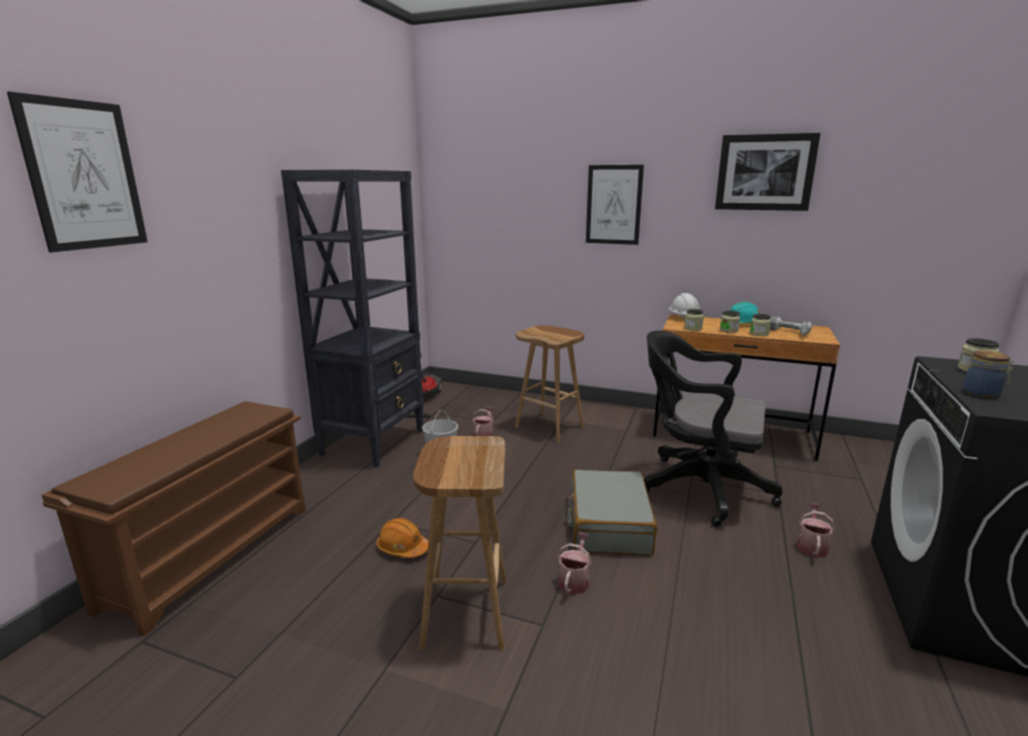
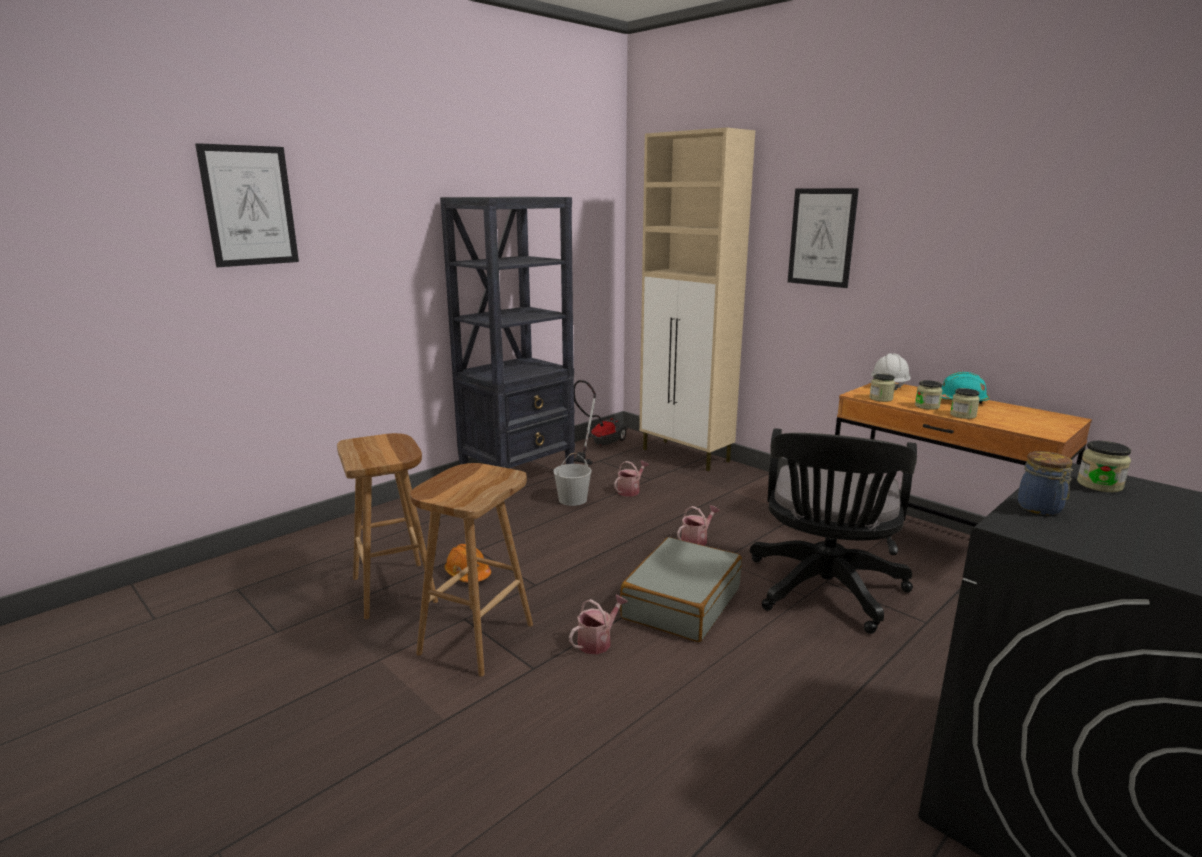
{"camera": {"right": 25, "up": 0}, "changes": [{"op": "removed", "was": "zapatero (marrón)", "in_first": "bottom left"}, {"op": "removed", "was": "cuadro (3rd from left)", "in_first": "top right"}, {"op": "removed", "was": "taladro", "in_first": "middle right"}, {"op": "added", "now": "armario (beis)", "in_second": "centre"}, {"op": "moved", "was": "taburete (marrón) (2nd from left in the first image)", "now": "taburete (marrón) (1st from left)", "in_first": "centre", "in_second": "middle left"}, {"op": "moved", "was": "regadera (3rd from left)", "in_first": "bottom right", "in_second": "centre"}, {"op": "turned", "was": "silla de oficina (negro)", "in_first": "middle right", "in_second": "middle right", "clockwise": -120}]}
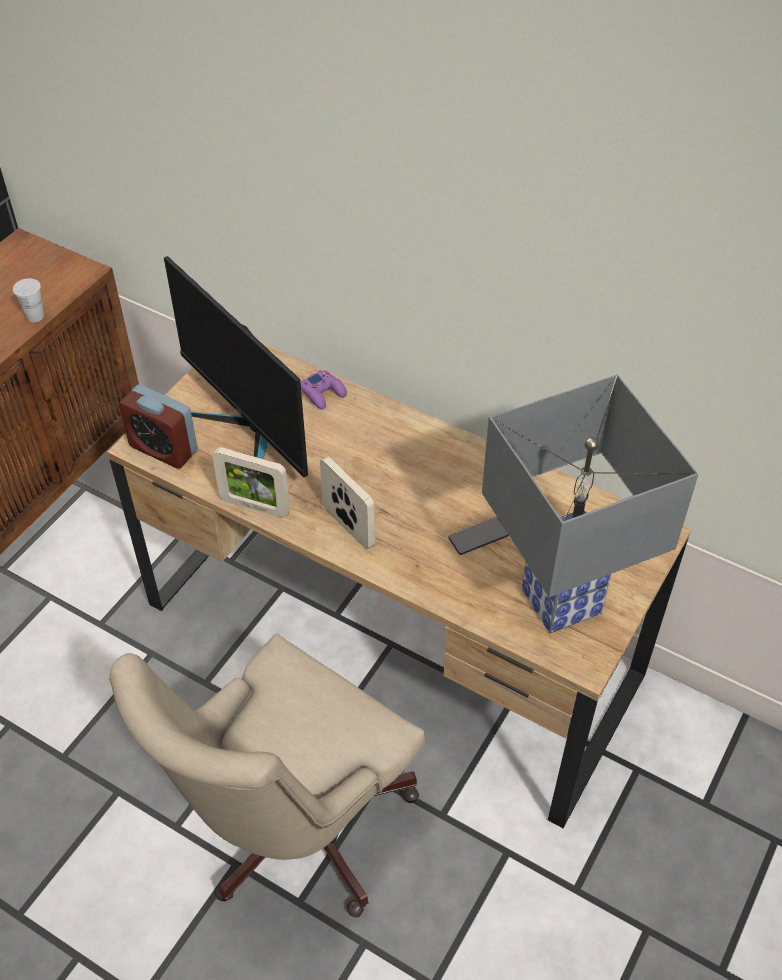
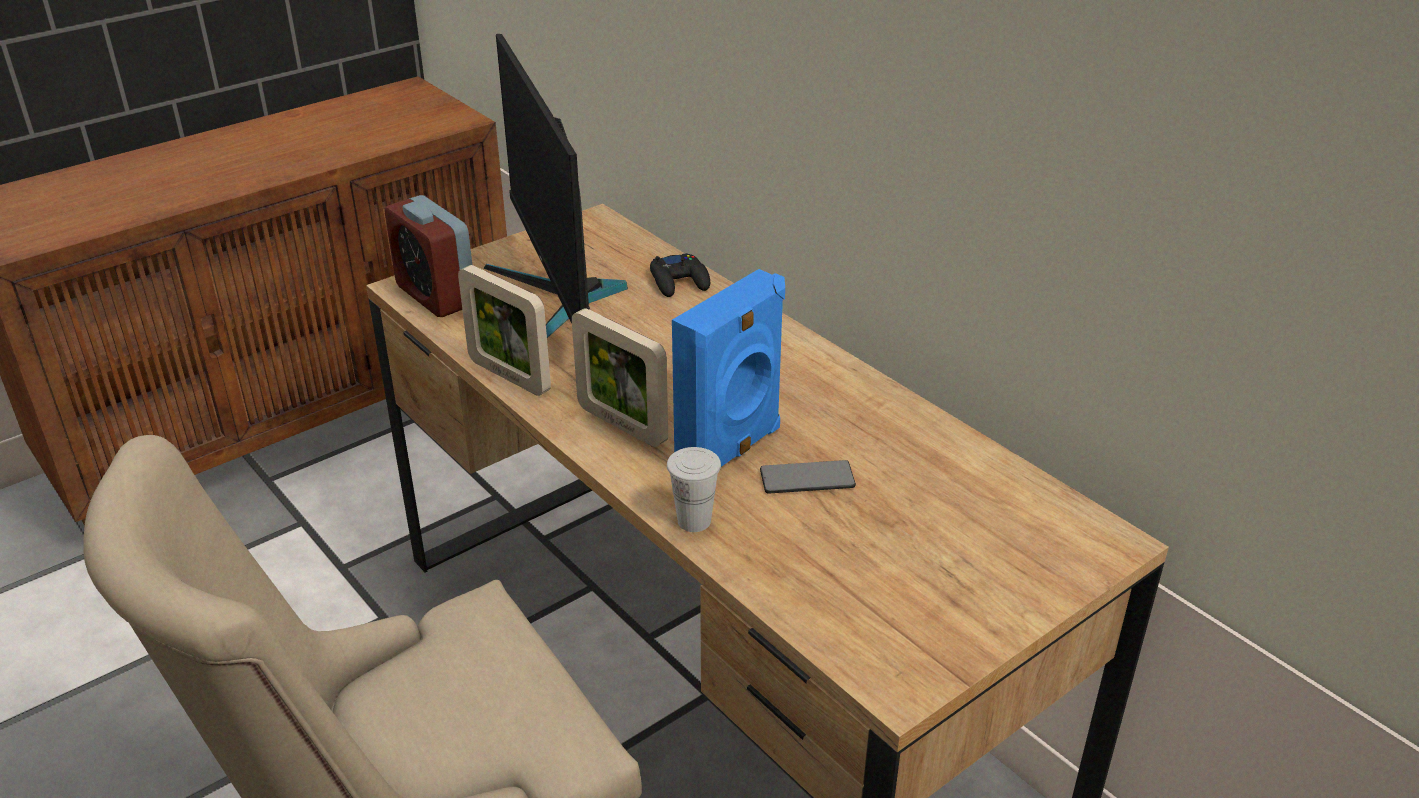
{"camera": {"right": 20, "up": -15}, "changes": [{"op": "removed", "was": "lámpara de mesa (gris)", "in_first": "middle right"}, {"op": "added", "now": "altavoz (azul)", "in_second": "centre"}, {"op": "moved", "was": "taza (blanco)", "in_first": "top left", "in_second": "centre"}, {"op": "recoloured", "was": "mando de consola (morado)", "now": "mando de consola (negro)", "in_first": "centre", "in_second": "centre"}, {"op": "turned", "was": "portarretratos (2nd from left)", "in_first": "centre", "in_second": "centre", "clockwise": 150}]}
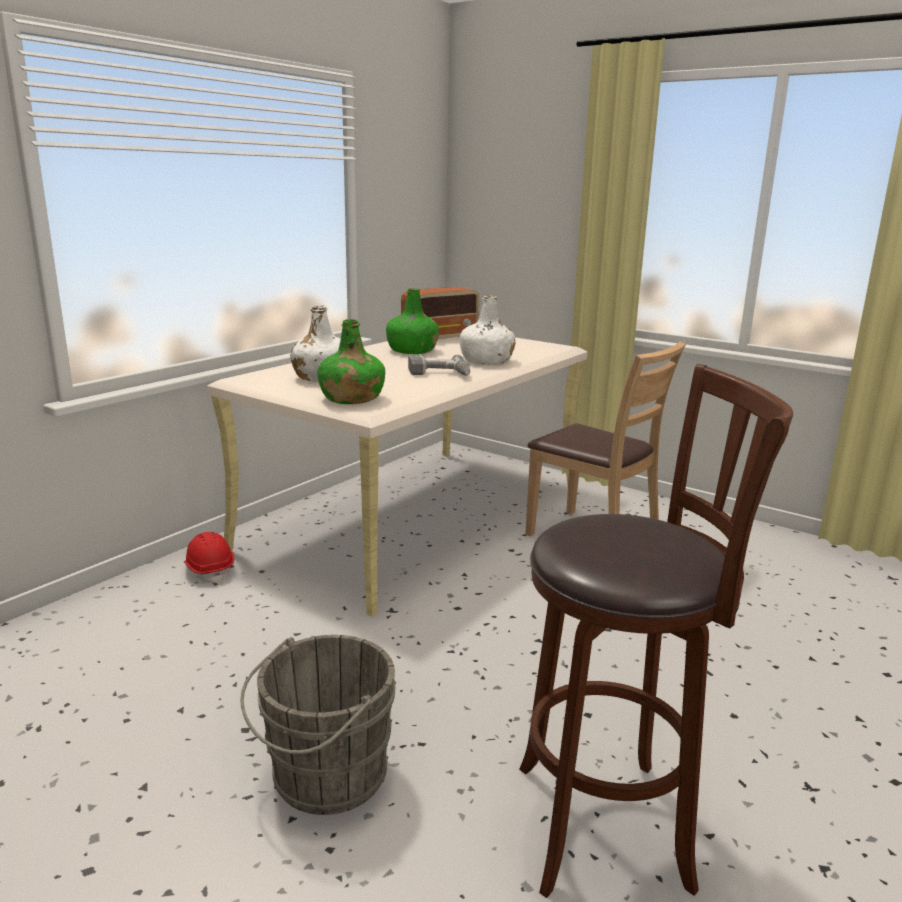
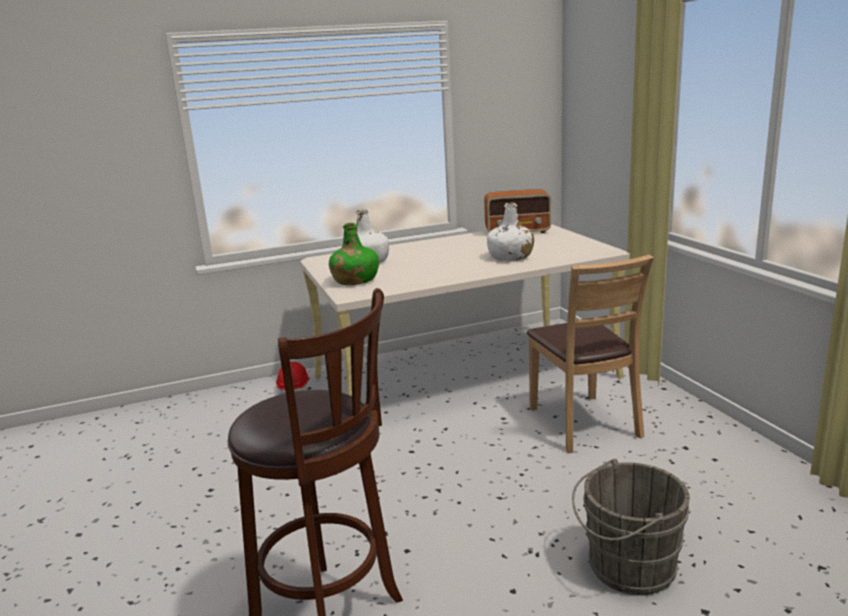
{"camera": {"right": 35, "up": 0}, "changes": [{"op": "removed", "was": "botella (verde) (2nd from left)", "in_first": "centre"}, {"op": "removed", "was": "taladro", "in_first": "centre"}, {"op": "moved", "was": "cubo (gris)", "in_first": "bottom centre", "in_second": "bottom right"}]}
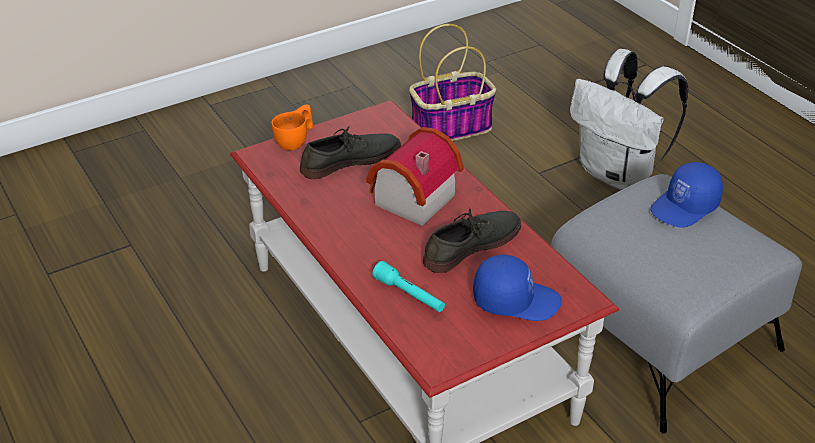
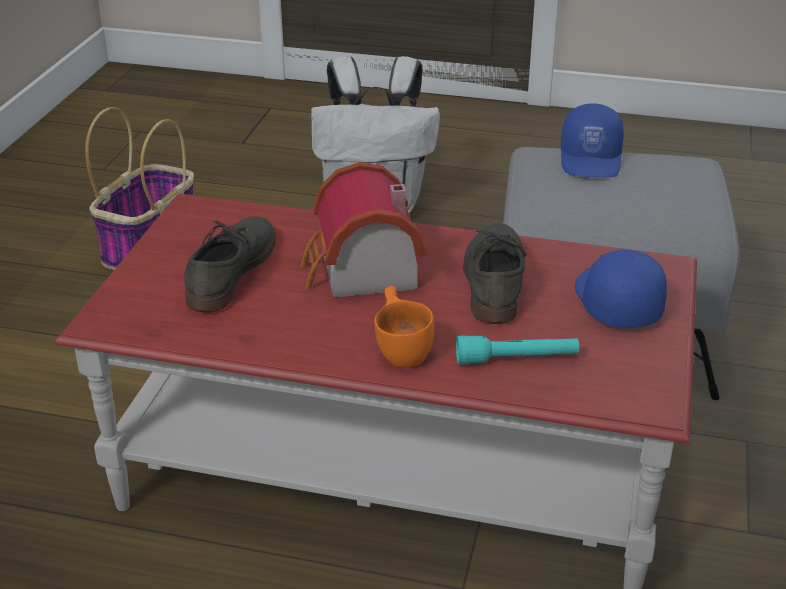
{"camera": {"right": -45, "up": -5}, "changes": [{"op": "moved", "was": "taza (naranja)", "in_first": "top centre", "in_second": "centre"}, {"op": "turned", "was": "gorra (azul) (1st from left in the first image)", "in_first": "centre", "in_second": "middle right", "clockwise": -60}]}
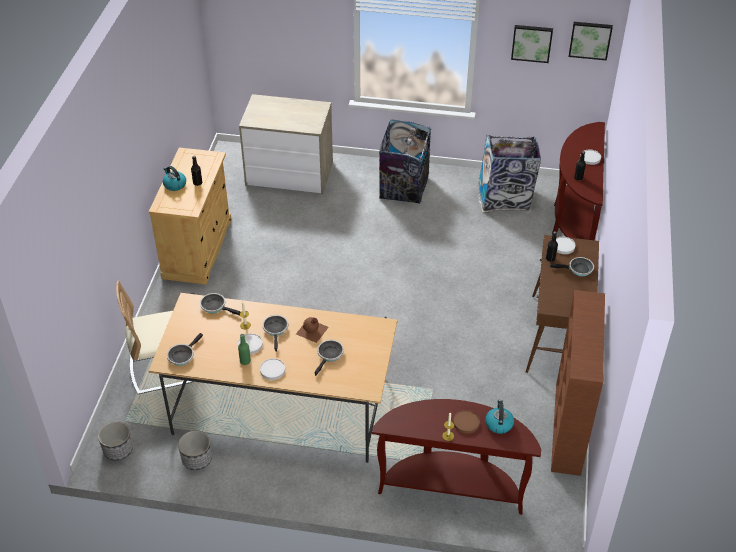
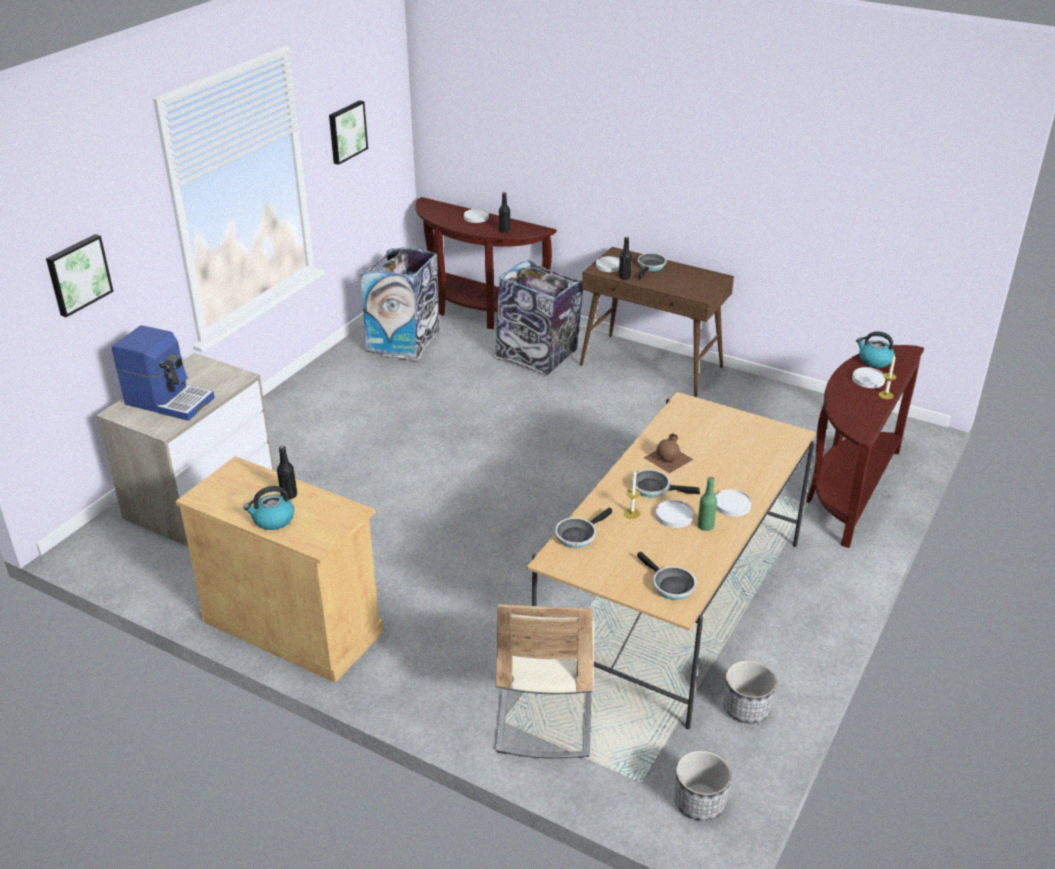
{"camera": {"right": -70, "up": -10}, "changes": [{"op": "removed", "was": "sartén (4th from left)", "in_first": "centre"}, {"op": "removed", "was": "estantería (marrón)", "in_first": "bottom right"}, {"op": "added", "now": "cafetera", "in_second": "middle left"}, {"op": "moved", "was": "papelera (1st from left in the first image)", "now": "papelera (2nd from left)", "in_first": "top centre", "in_second": "centre"}, {"op": "moved", "was": "cuadro (2nd from left in the first image)", "now": "cuadro (1st from left)", "in_first": "top right", "in_second": "top left"}, {"op": "recoloured", "was": "plato (marrón)", "now": "plato (blanco) (5th from left)", "in_first": "bottom centre", "in_second": "middle right"}]}
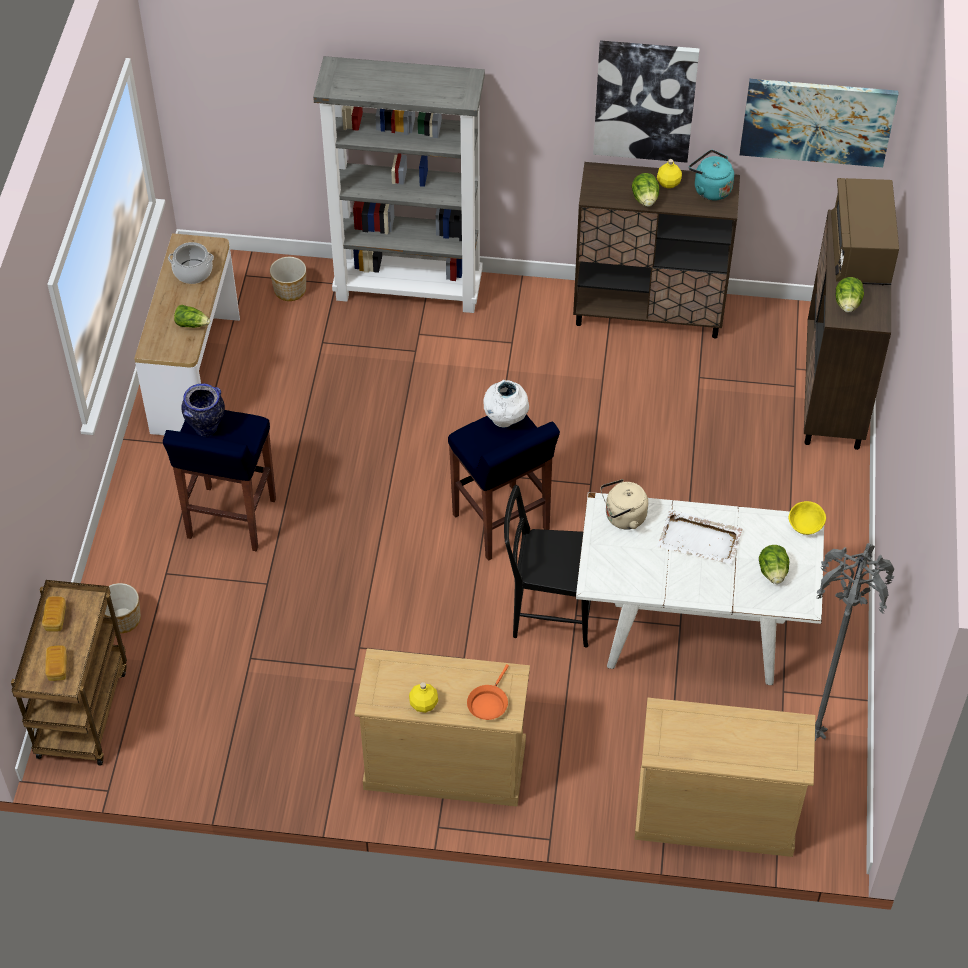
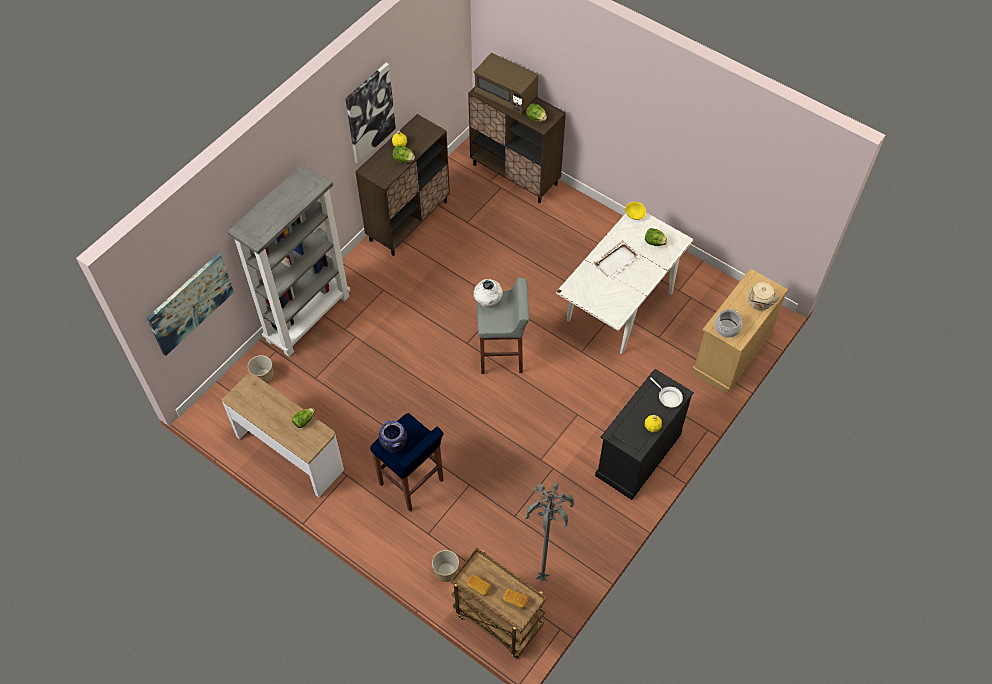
{"camera": {"right": -60, "up": 5}, "changes": [{"op": "removed", "was": "silla (negro)", "in_first": "centre"}, {"op": "removed", "was": "hervidor (turquesa)", "in_first": "top right"}, {"op": "moved", "was": "olla", "in_first": "top left", "in_second": "middle right"}, {"op": "moved", "was": "hervidor (beis)", "in_first": "centre", "in_second": "middle right"}, {"op": "moved", "was": "cuadro (2nd from left in the first image)", "now": "cuadro (1st from left)", "in_first": "top right", "in_second": "middle left"}, {"op": "moved", "was": "lámpara de pie (gris)", "in_first": "middle right", "in_second": "bottom centre"}, {"op": "recoloured", "was": "cómoda (beis) (1st from left)", "now": "cómoda (negro)", "in_first": "bottom centre", "in_second": "centre"}, {"op": "recoloured", "was": "taburete (azul) (2nd from left)", "now": "taburete (gris)", "in_first": "centre", "in_second": "centre"}, {"op": "recoloured", "was": "sartén (naranja)", "now": "sartén (blanco)", "in_first": "bottom centre", "in_second": "middle right"}]}
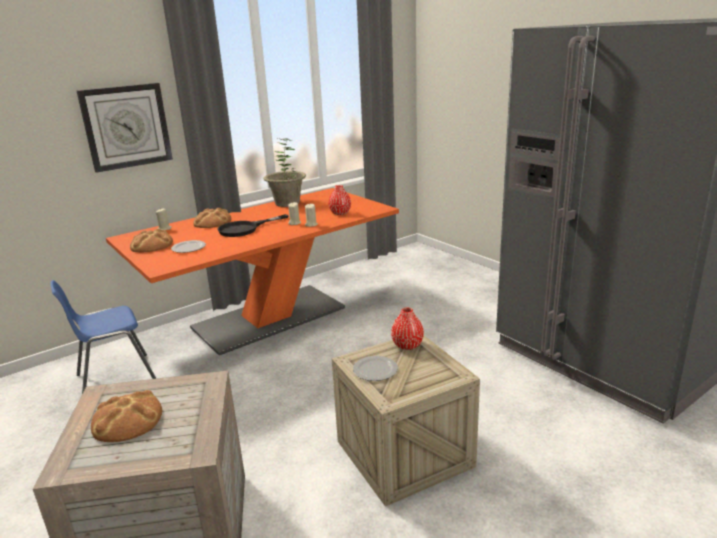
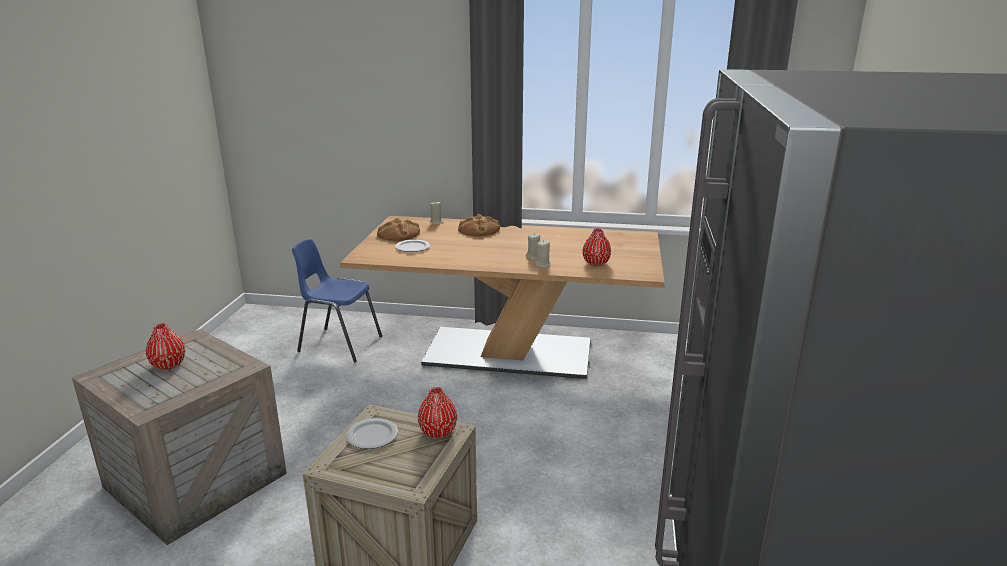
{"camera": {"right": 45, "up": 0}, "changes": [{"op": "removed", "was": "reloj de pared", "in_first": "top left"}, {"op": "removed", "was": "sartén (negro)", "in_first": "centre"}, {"op": "removed", "was": "planta en maceta", "in_first": "top centre"}, {"op": "replaced", "was": "pan (1st from left)", "now": "florero (rojo) (1st from left)", "in_first": "bottom left", "in_second": "middle left"}, {"op": "recoloured", "was": "mesa de comedor (naranja)", "now": "mesa de comedor (beis)", "in_first": "centre", "in_second": "centre"}]}
